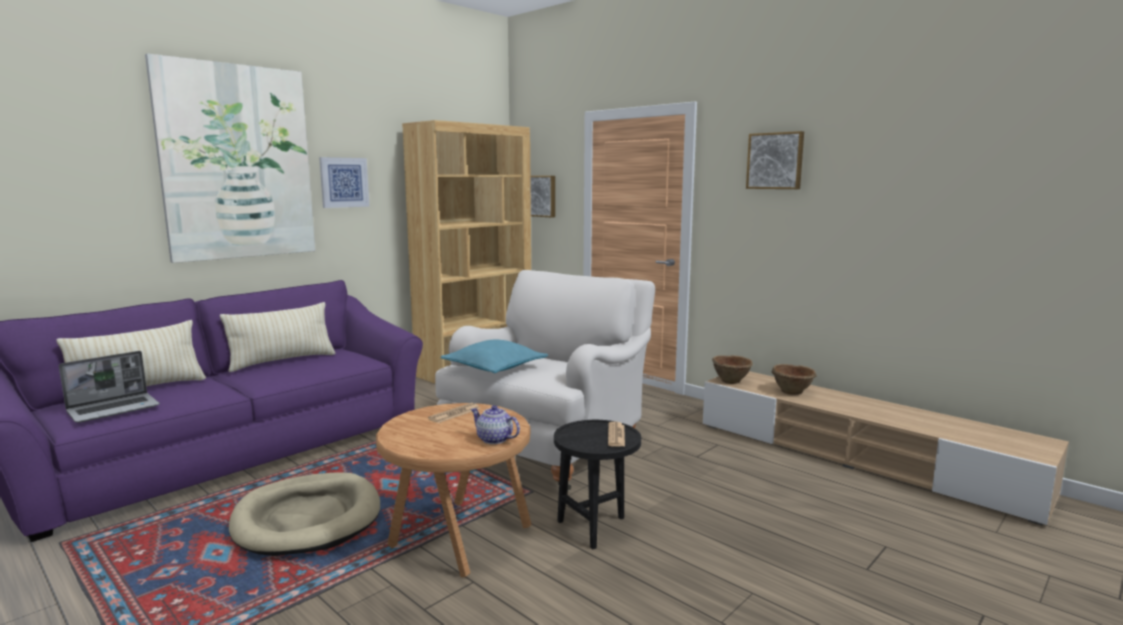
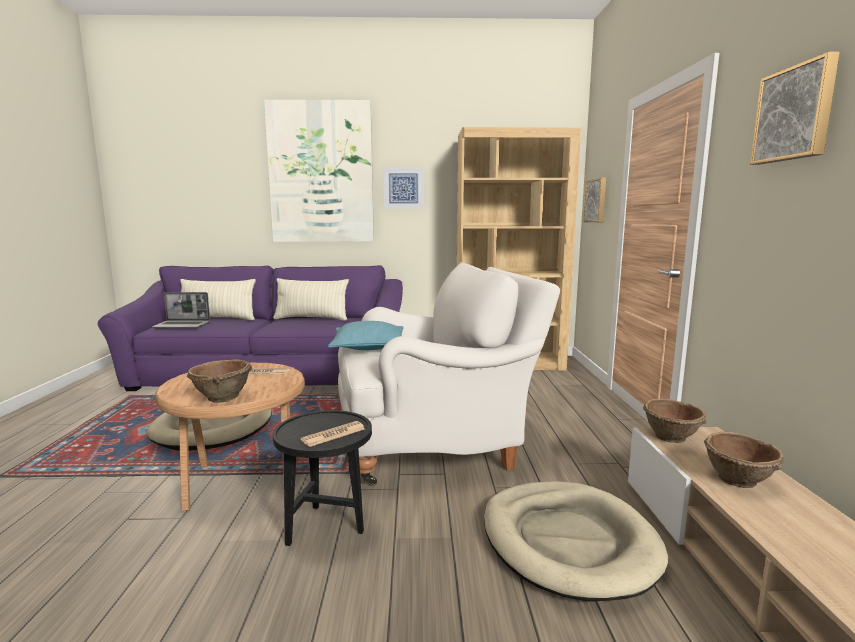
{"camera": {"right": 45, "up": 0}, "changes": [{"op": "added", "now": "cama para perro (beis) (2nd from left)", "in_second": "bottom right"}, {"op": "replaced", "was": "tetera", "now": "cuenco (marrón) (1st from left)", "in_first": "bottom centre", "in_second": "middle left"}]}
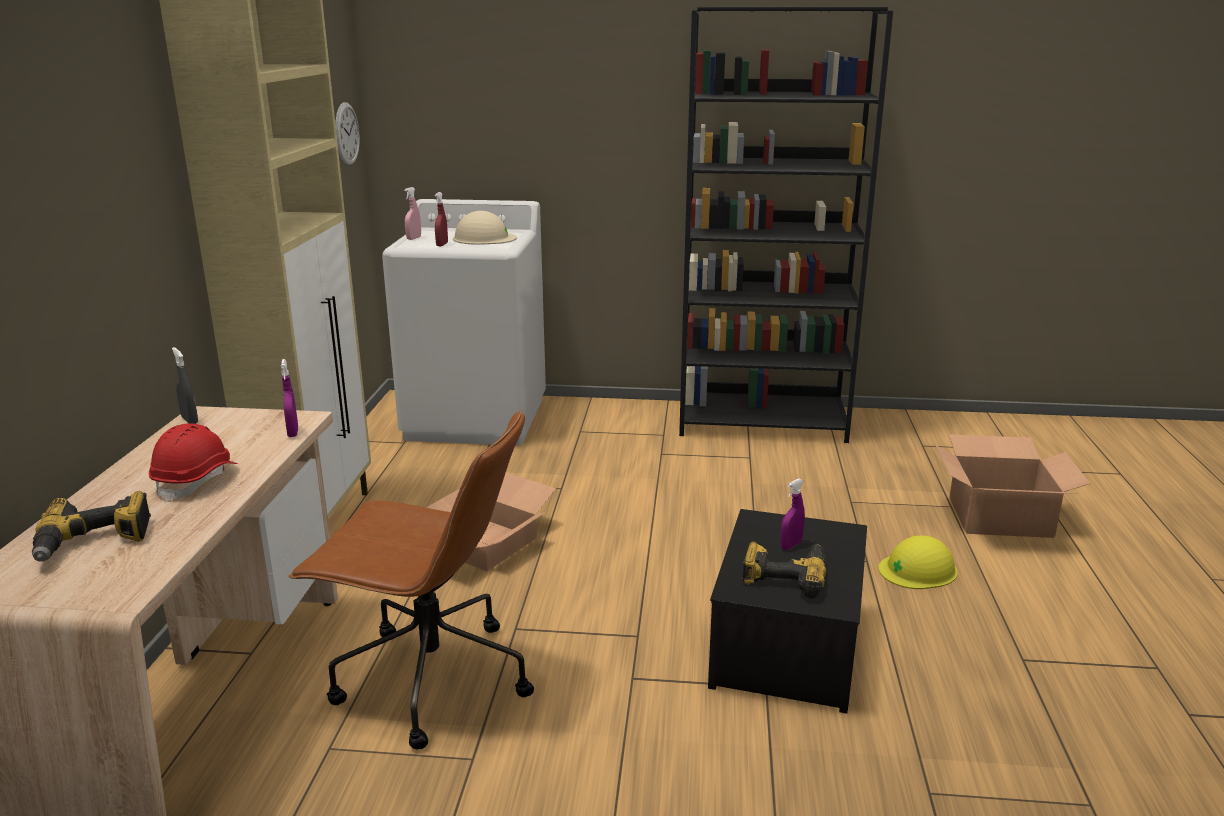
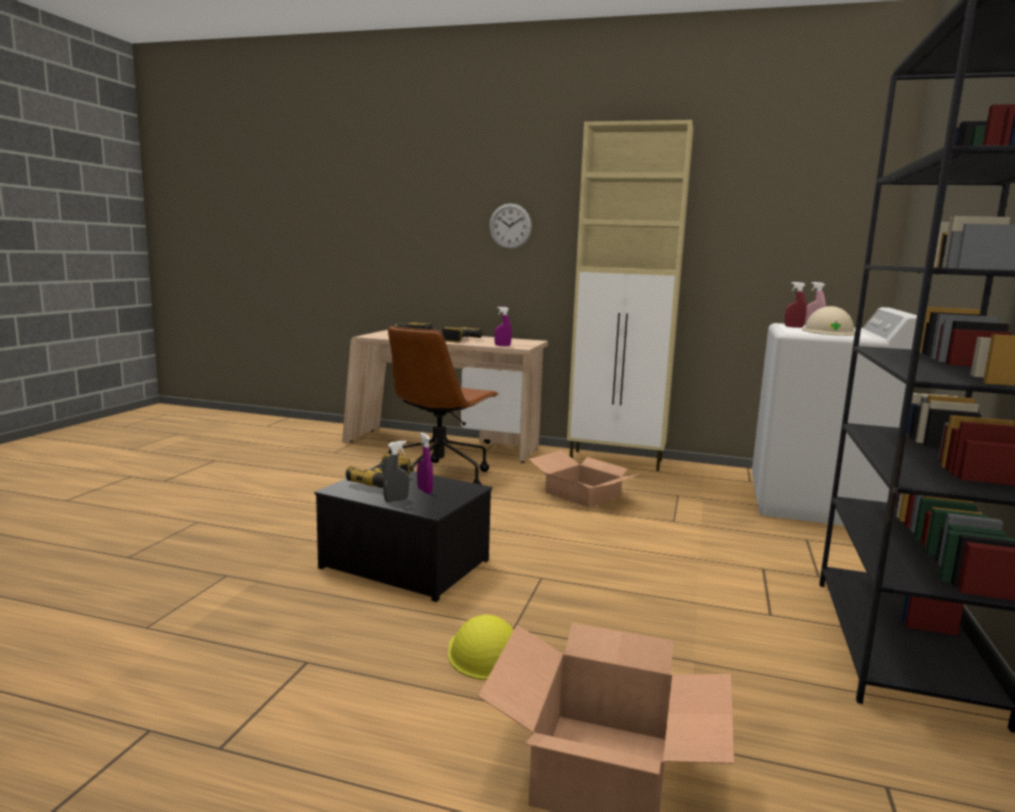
{"camera": {"right": 100, "up": -10}, "changes": [{"op": "moved", "was": "pulverizador (gris)", "in_first": "middle left", "in_second": "centre"}, {"op": "moved", "was": "reloj de pared", "in_first": "top left", "in_second": "top centre"}, {"op": "replaced", "was": "casco (rojo)", "now": "taladro (3rd from left)", "in_first": "middle left", "in_second": "centre"}]}
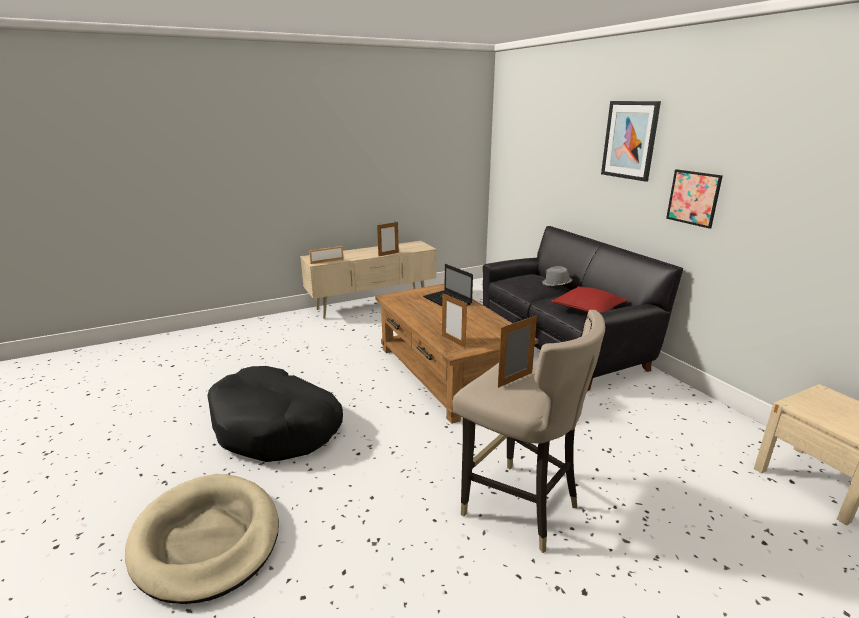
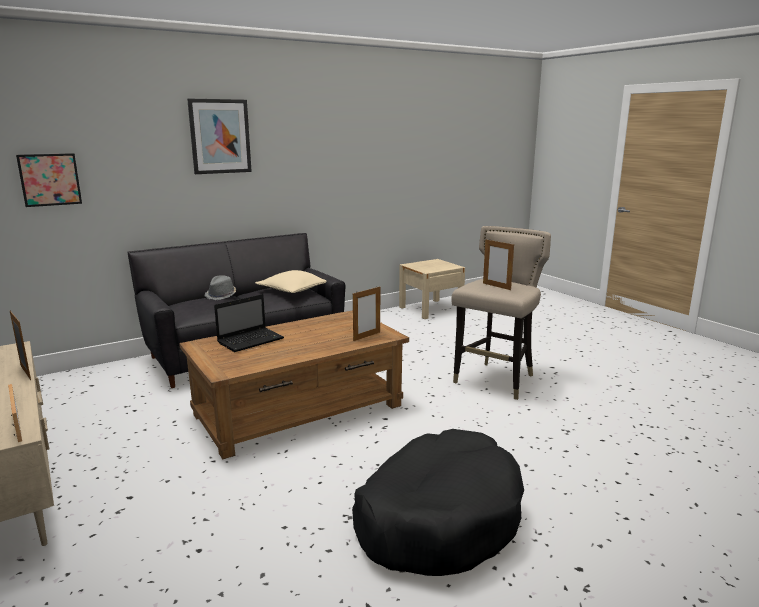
{"camera": {"right": -95, "up": -5}, "changes": [{"op": "removed", "was": "cama para perro (beis)", "in_first": "bottom left"}, {"op": "moved", "was": "cuadro (2nd from left in the first image)", "now": "cuadro (1st from left)", "in_first": "top right", "in_second": "top left"}, {"op": "recoloured", "was": "cojín (rojo)", "now": "cojín (beis)", "in_first": "middle right", "in_second": "centre"}]}
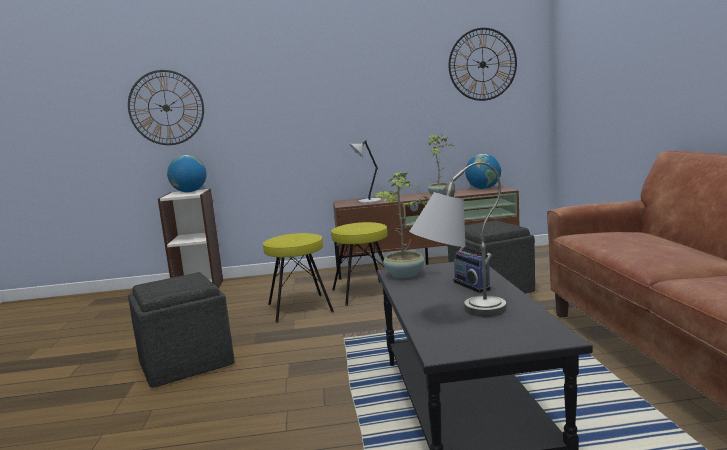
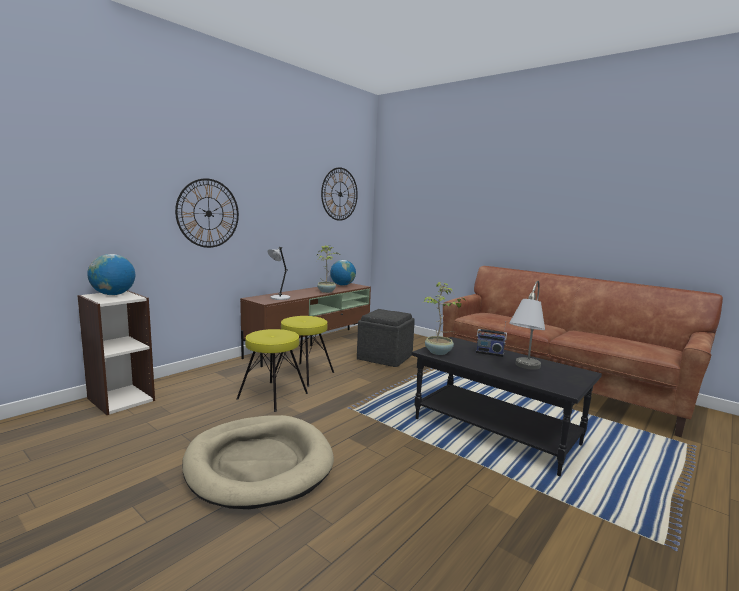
{"camera": {"right": -45, "up": 0}, "changes": [{"op": "moved", "was": "reloj de pared (1st from left)", "in_first": "top left", "in_second": "middle left"}, {"op": "replaced", "was": "puf (gris) (1st from left)", "now": "cama para perro (beis)", "in_first": "bottom left", "in_second": "bottom centre"}]}
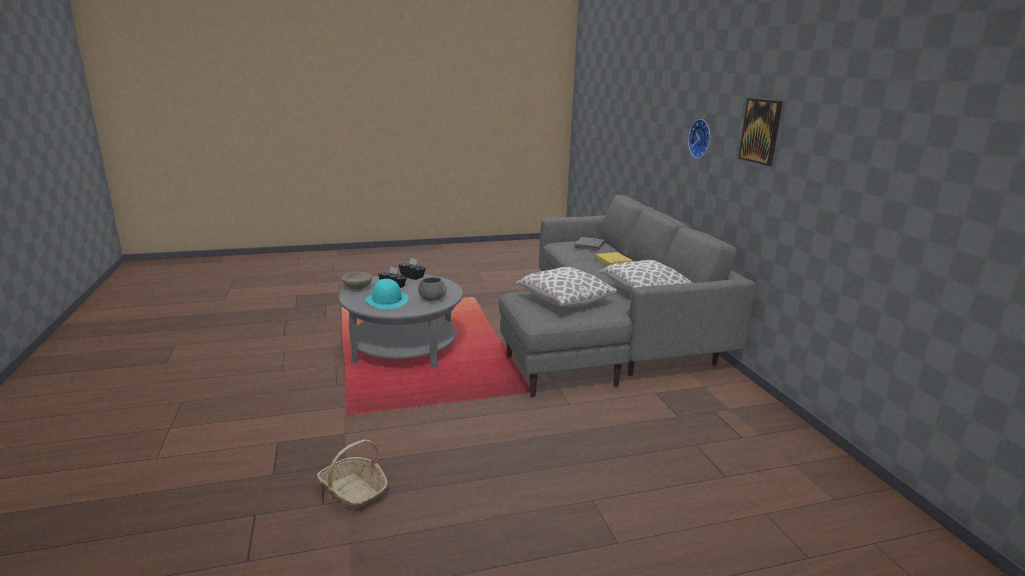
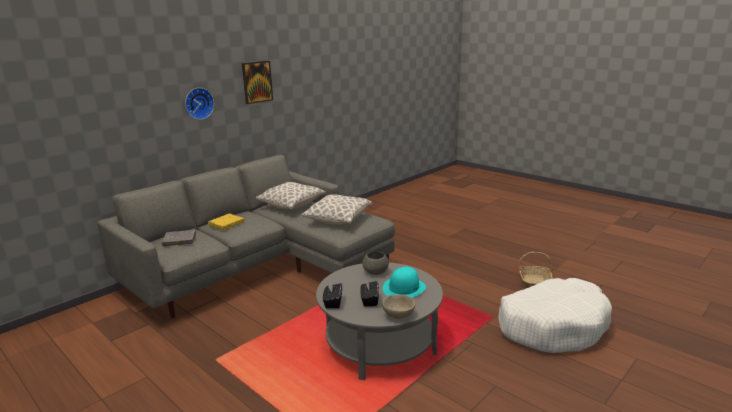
{"camera": {"right": -120, "up": 0}, "changes": [{"op": "added", "now": "cama para perro (blanco)", "in_second": "bottom right"}]}
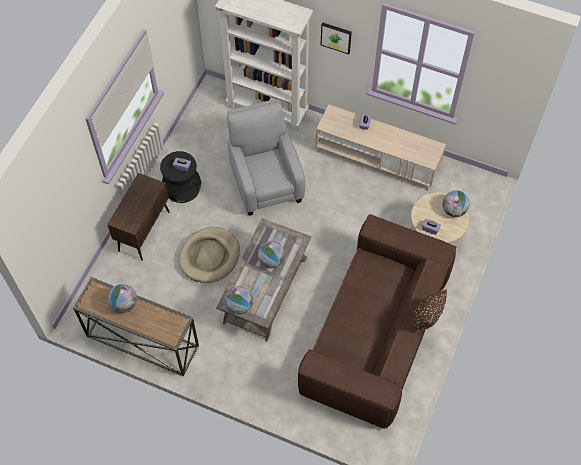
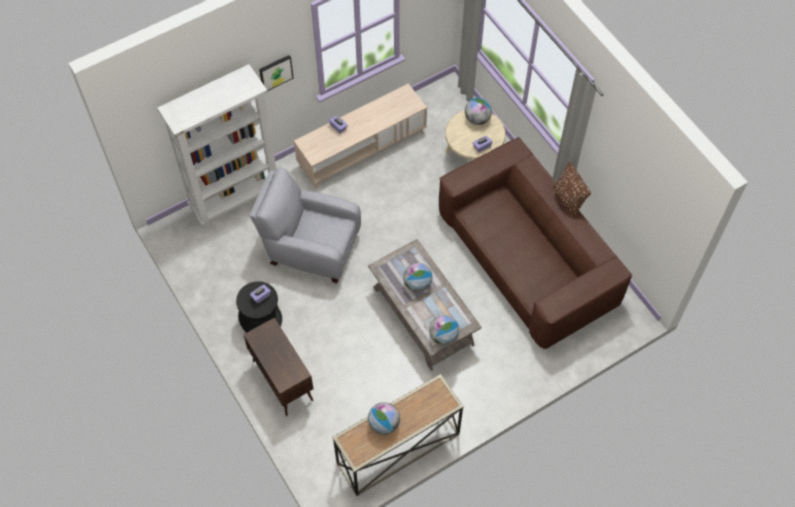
{"camera": {"right": -55, "up": 0}, "changes": [{"op": "removed", "was": "cama para perro (beis)", "in_first": "centre"}]}
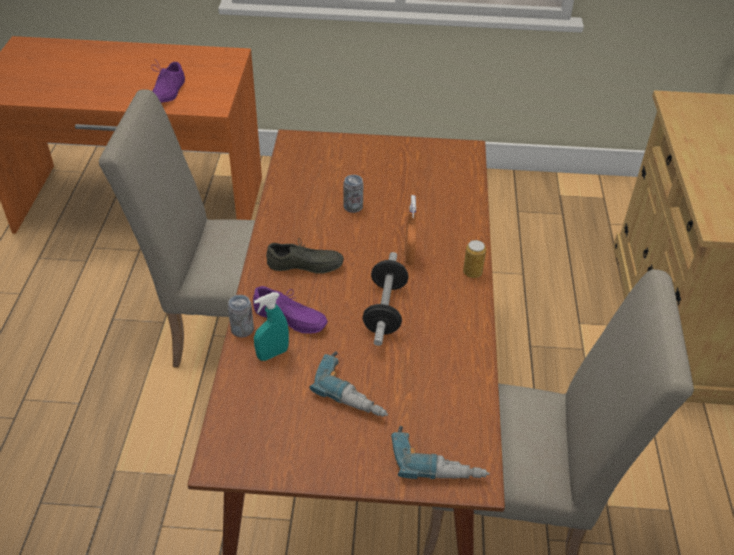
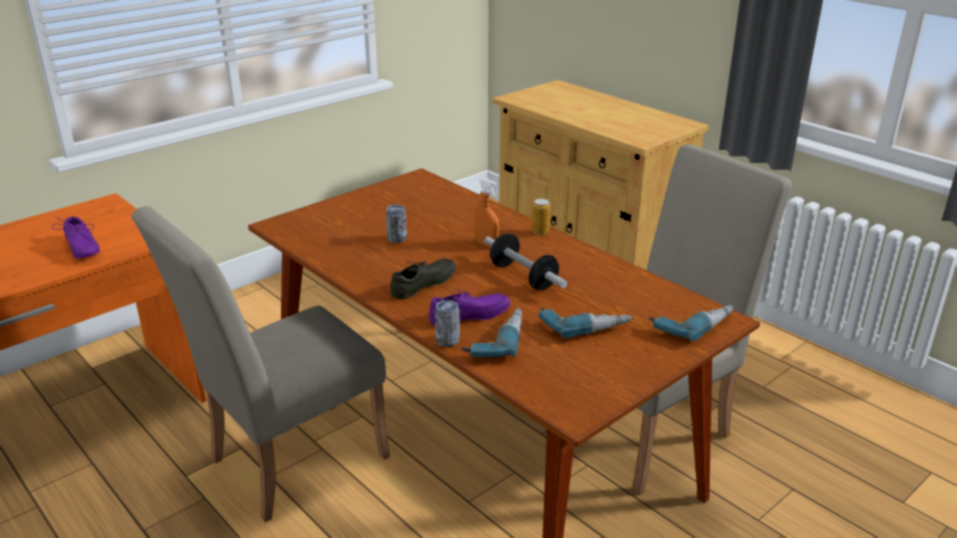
{"camera": {"right": -45, "up": -15}, "changes": [{"op": "replaced", "was": "pulverizador (turquesa)", "now": "taladro (1st from left)", "in_first": "centre", "in_second": "centre"}]}
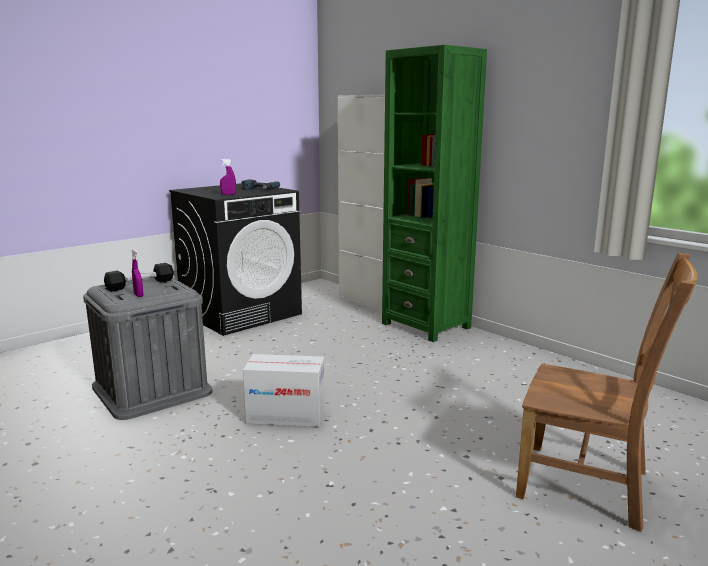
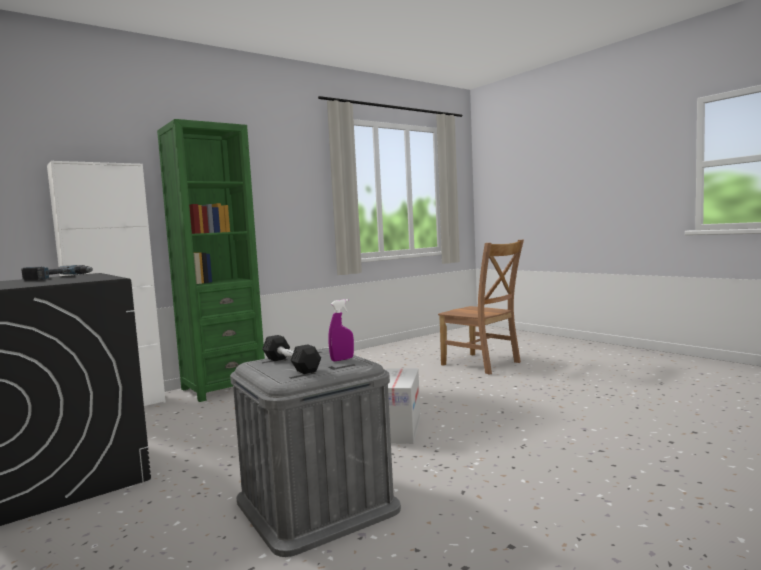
{"camera": {"right": -85, "up": -10}, "changes": [{"op": "removed", "was": "pulverizador (morado) (2nd from left)", "in_first": "top left"}, {"op": "turned", "was": "silla (marrón)", "in_first": "bottom right", "in_second": "centre", "clockwise": 105}]}
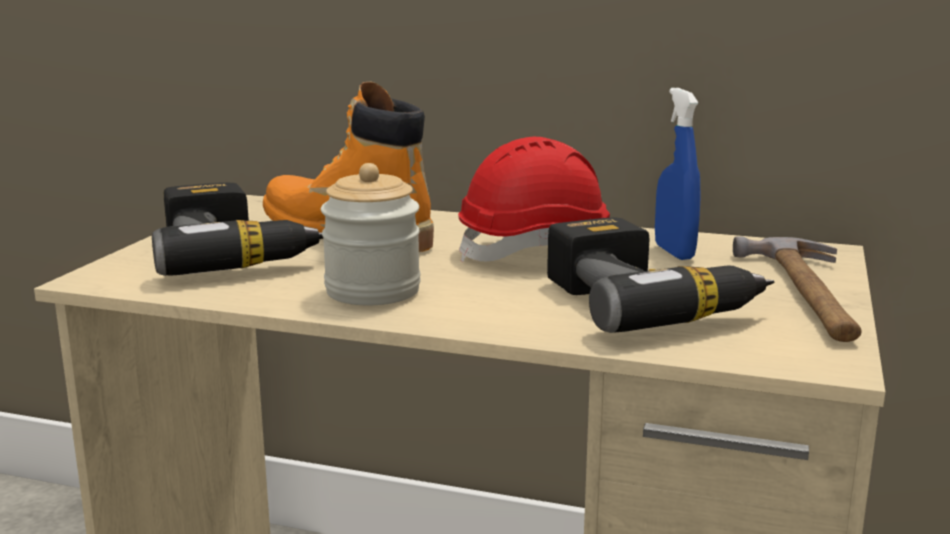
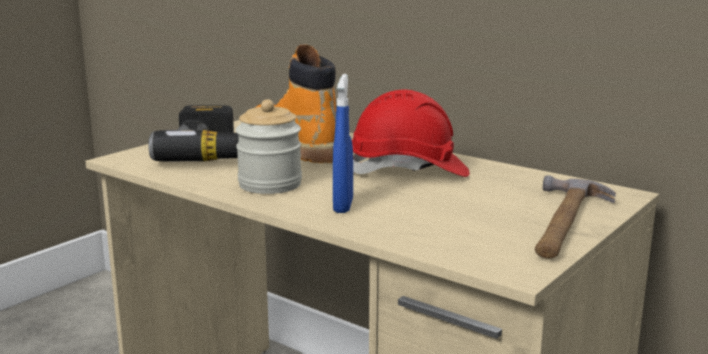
{"camera": {"right": 20, "up": 0}, "changes": [{"op": "removed", "was": "taladro (2nd from left)", "in_first": "middle right"}, {"op": "moved", "was": "pulverizador (azul)", "in_first": "top right", "in_second": "centre"}]}
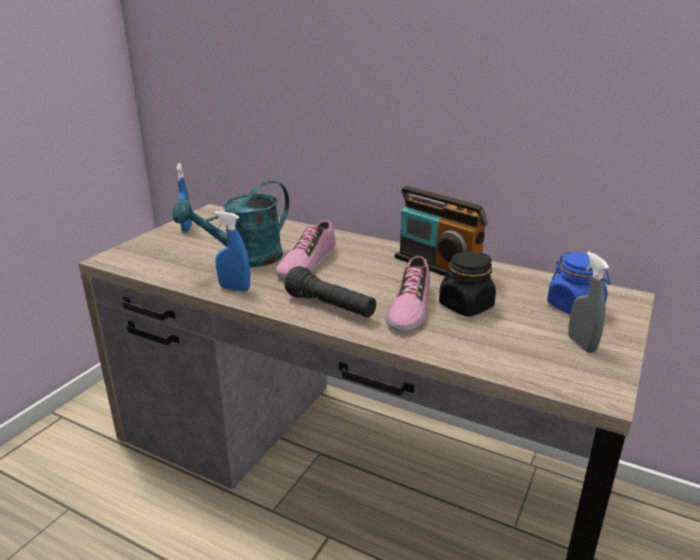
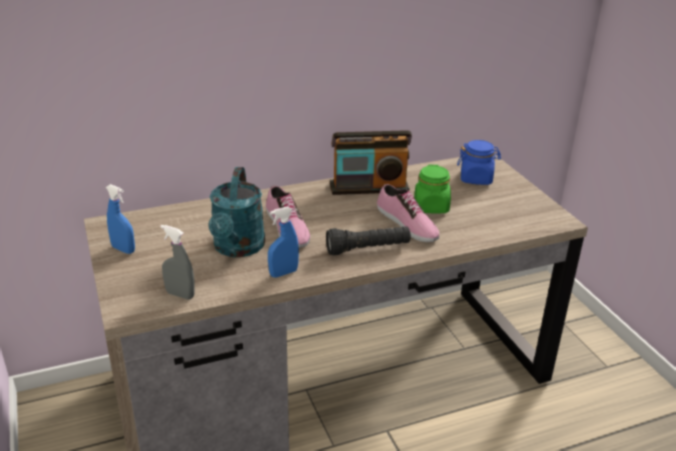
{"camera": {"right": -50, "up": 5}, "changes": [{"op": "moved", "was": "pulverizador (gris)", "in_first": "middle right", "in_second": "middle left"}, {"op": "recoloured", "was": "tarro (negro)", "now": "tarro (verde)", "in_first": "middle right", "in_second": "centre"}]}
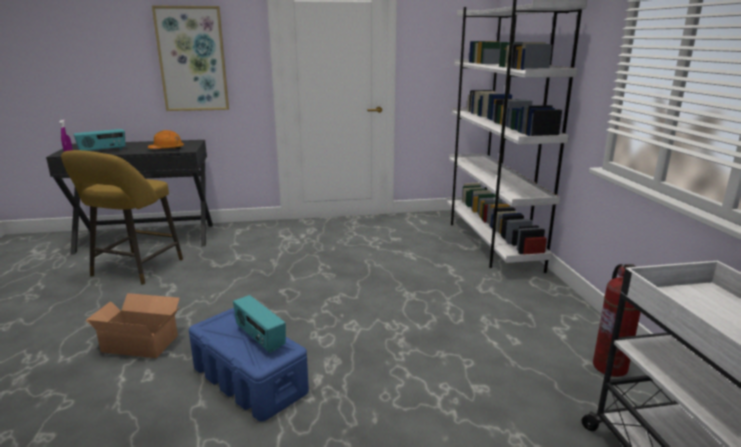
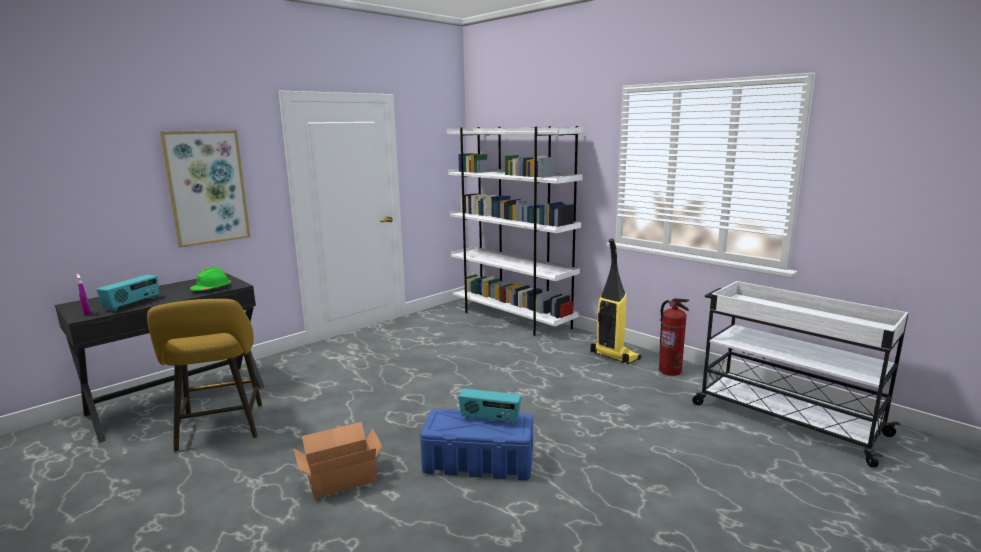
{"camera": {"right": -35, "up": -5}, "changes": [{"op": "added", "now": "aspiradora", "in_second": "centre"}, {"op": "recoloured", "was": "casco (naranja)", "now": "casco (verde)", "in_first": "top left", "in_second": "middle left"}]}
